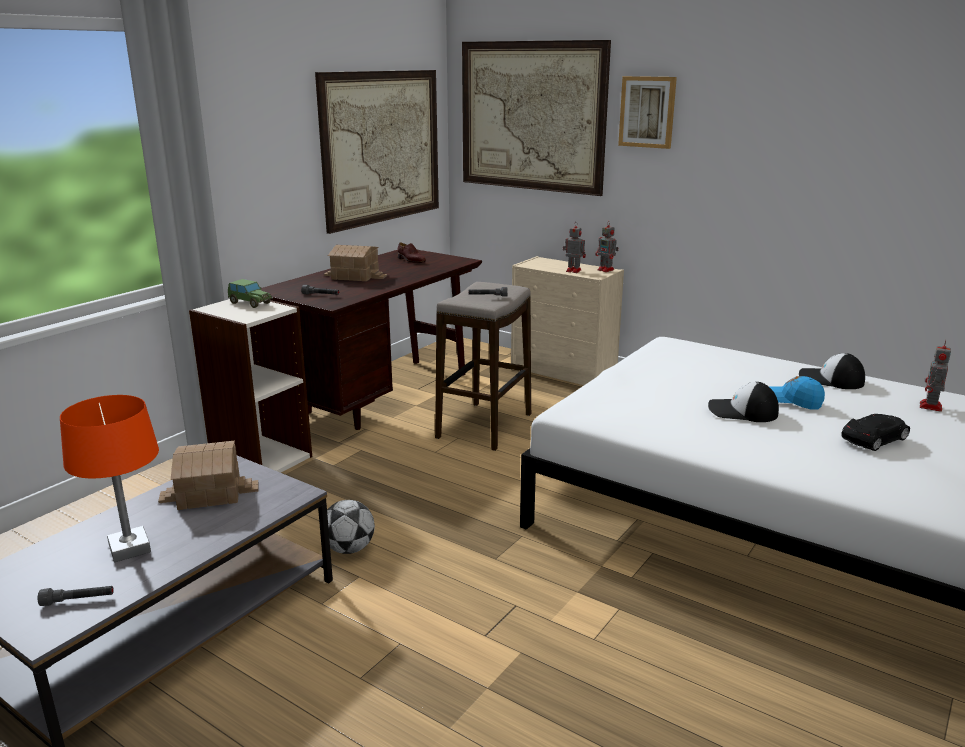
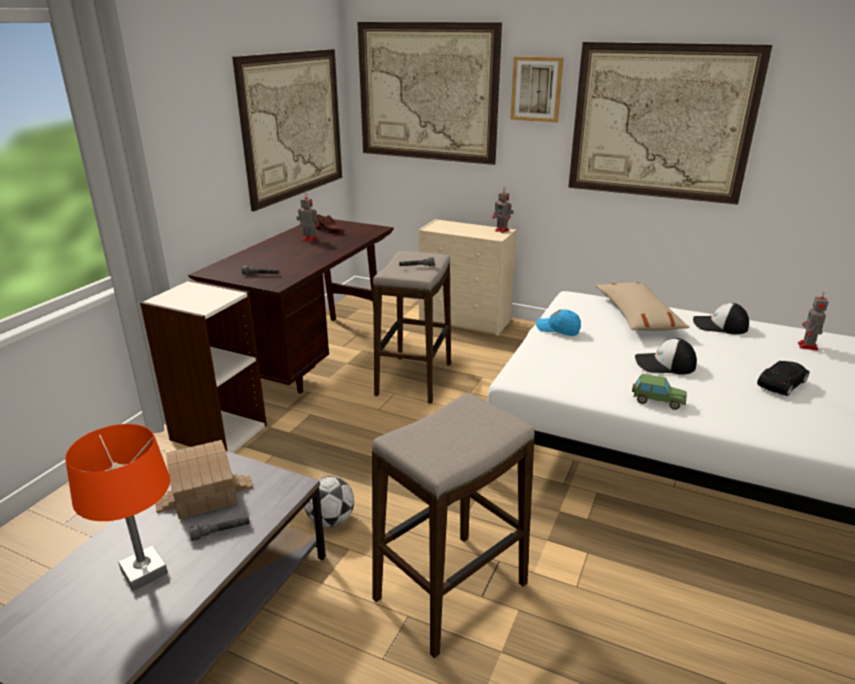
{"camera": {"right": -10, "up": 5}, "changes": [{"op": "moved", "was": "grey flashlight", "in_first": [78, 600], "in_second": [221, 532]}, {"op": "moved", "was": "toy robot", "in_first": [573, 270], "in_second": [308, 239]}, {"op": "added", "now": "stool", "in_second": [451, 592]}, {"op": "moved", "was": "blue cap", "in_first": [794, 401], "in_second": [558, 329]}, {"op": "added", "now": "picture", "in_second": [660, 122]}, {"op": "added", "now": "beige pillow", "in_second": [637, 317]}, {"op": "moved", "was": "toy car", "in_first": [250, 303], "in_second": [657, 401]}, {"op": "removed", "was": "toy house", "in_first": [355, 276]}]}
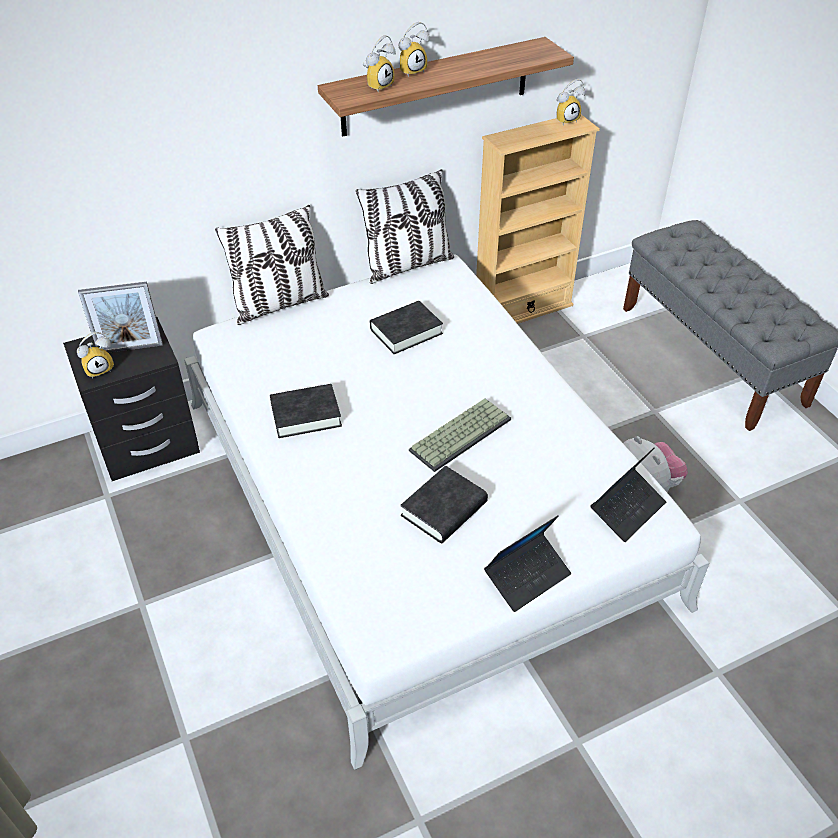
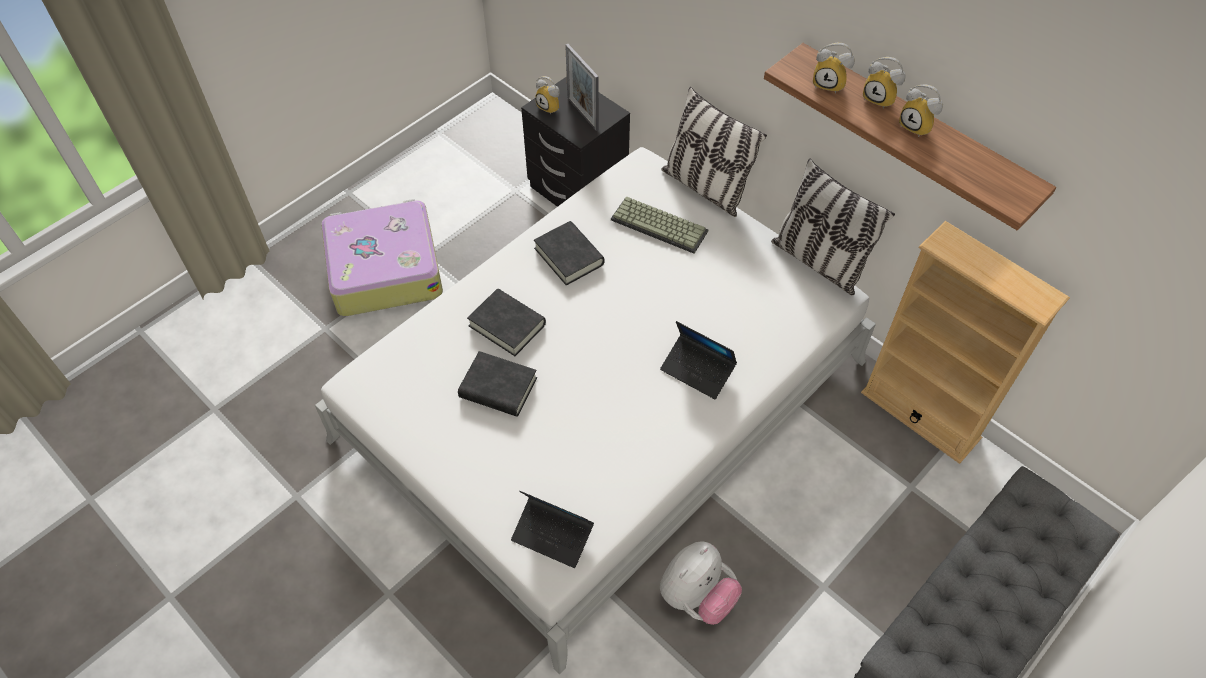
{"camera": {"right": 70, "up": 10}, "changes": [{"op": "added", "now": "suitcase", "in_second": [384, 268]}, {"op": "moved", "was": "black book", "in_first": [406, 331], "in_second": [507, 325]}, {"op": "moved", "was": "keyboard", "in_first": [460, 433], "in_second": [660, 225]}, {"op": "moved", "was": "laptop", "in_first": [527, 576], "in_second": [697, 370]}, {"op": "moved", "was": "alarm clock", "in_first": [566, 119], "in_second": [918, 126]}]}
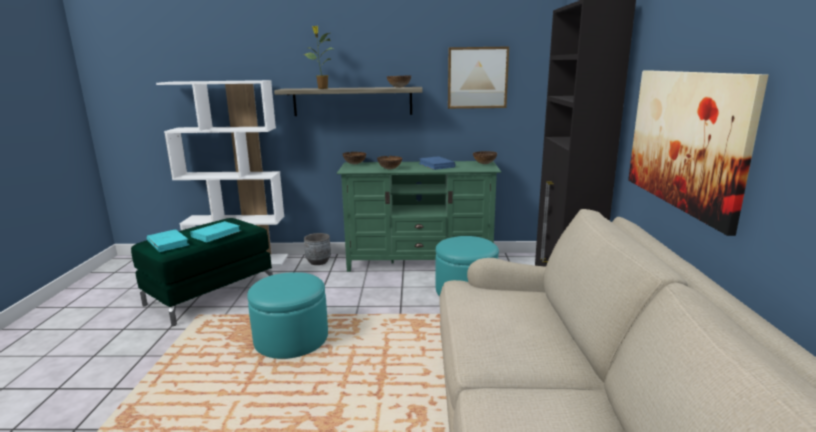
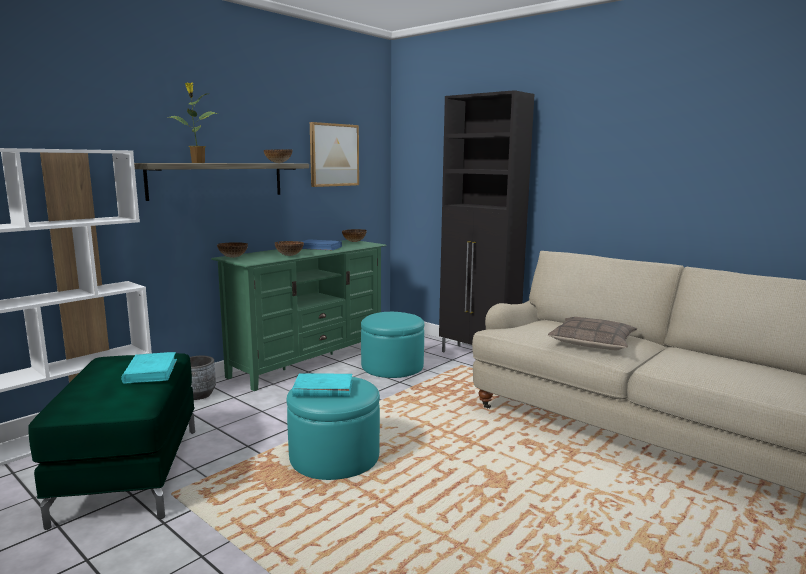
{"camera": {"right": -50, "up": -5}, "changes": [{"op": "moved", "was": "turquoise book", "in_first": [168, 243], "in_second": [322, 389]}, {"op": "added", "now": "pillow", "in_second": [592, 342]}, {"op": "removed", "was": "picture", "in_first": [685, 140]}]}
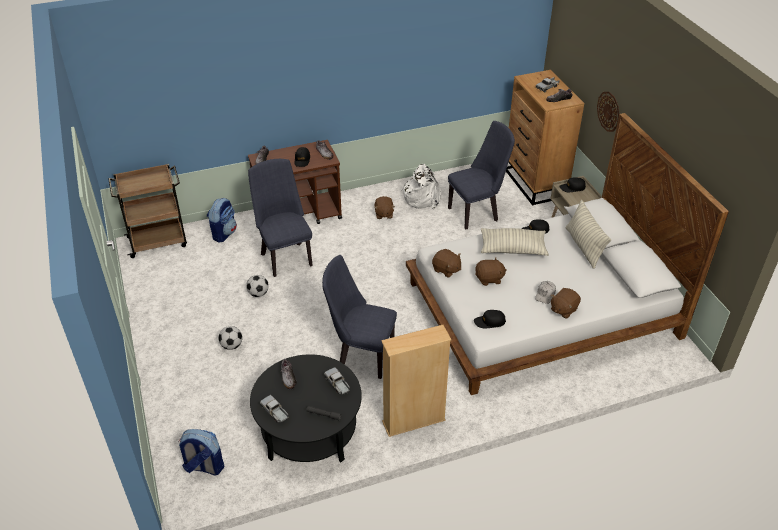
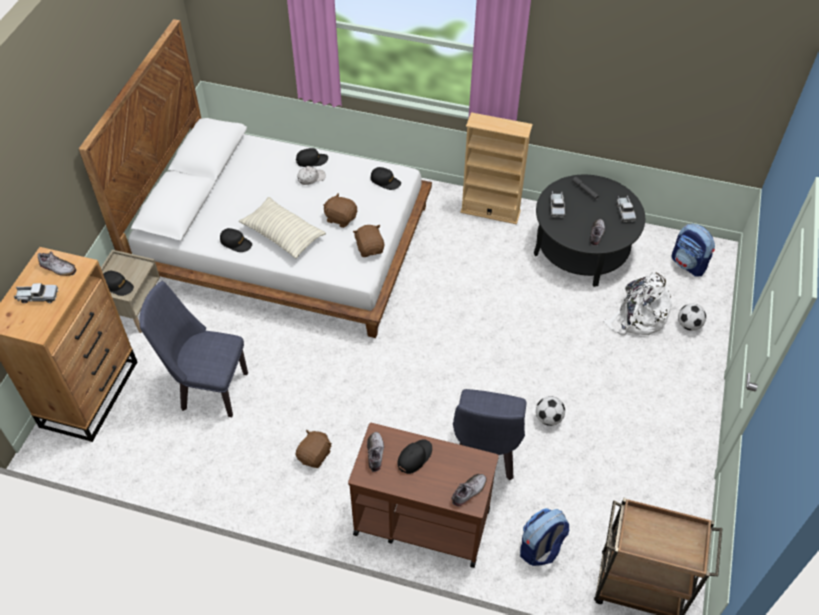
{"camera": {"right": -145, "up": 10}, "changes": [{"op": "replaced", "was": "brown plush toy", "now": "black cap", "in_first": [563, 309], "in_second": [312, 160]}, {"op": "moved", "was": "white backpack", "in_first": [422, 197], "in_second": [638, 317]}, {"op": "moved", "was": "football", "in_first": [231, 345], "in_second": [688, 325]}, {"op": "removed", "was": "blue chair", "in_first": [361, 356]}, {"op": "removed", "was": "pillow", "in_first": [584, 247]}, {"op": "removed", "was": "wall clock", "in_first": [608, 111]}]}
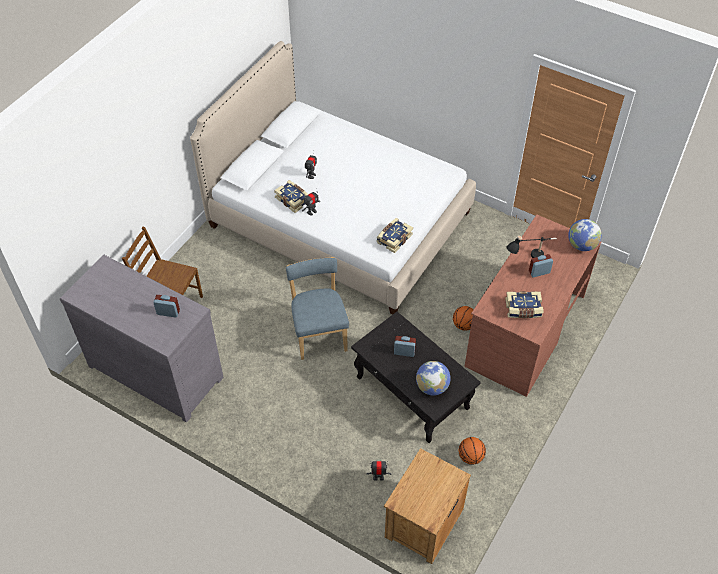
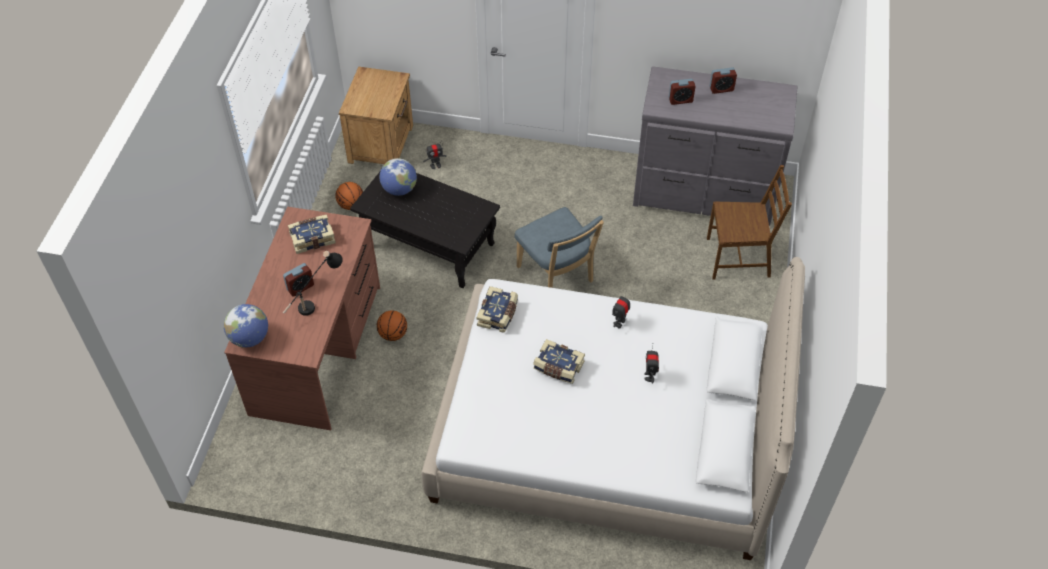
{"camera": {"right": 160, "up": 0}, "changes": [{"op": "moved", "was": "book", "in_first": [293, 200], "in_second": [558, 367]}, {"op": "moved", "was": "alarm clock", "in_first": [404, 352], "in_second": [721, 89]}]}
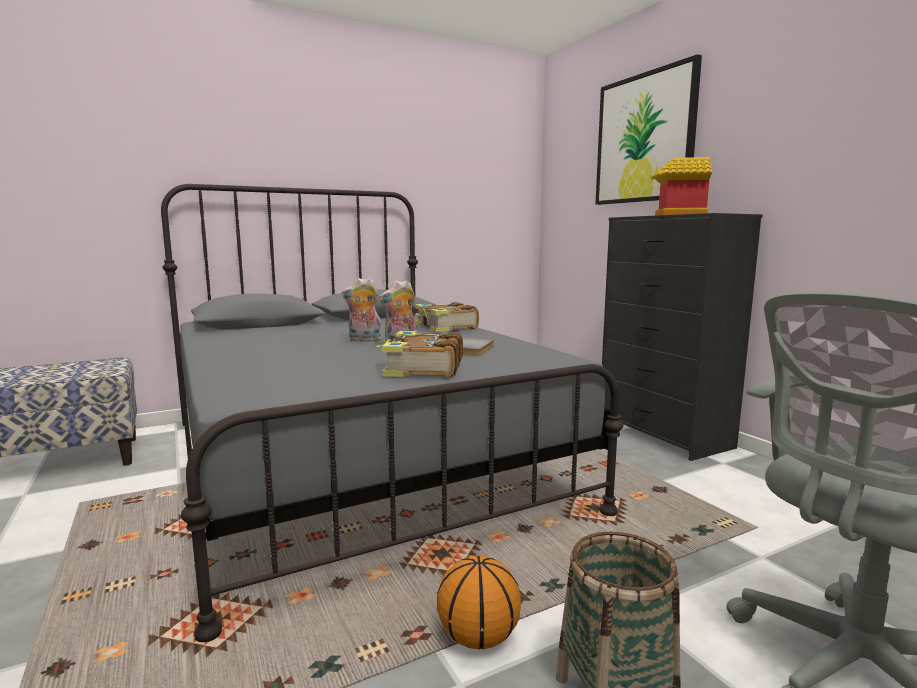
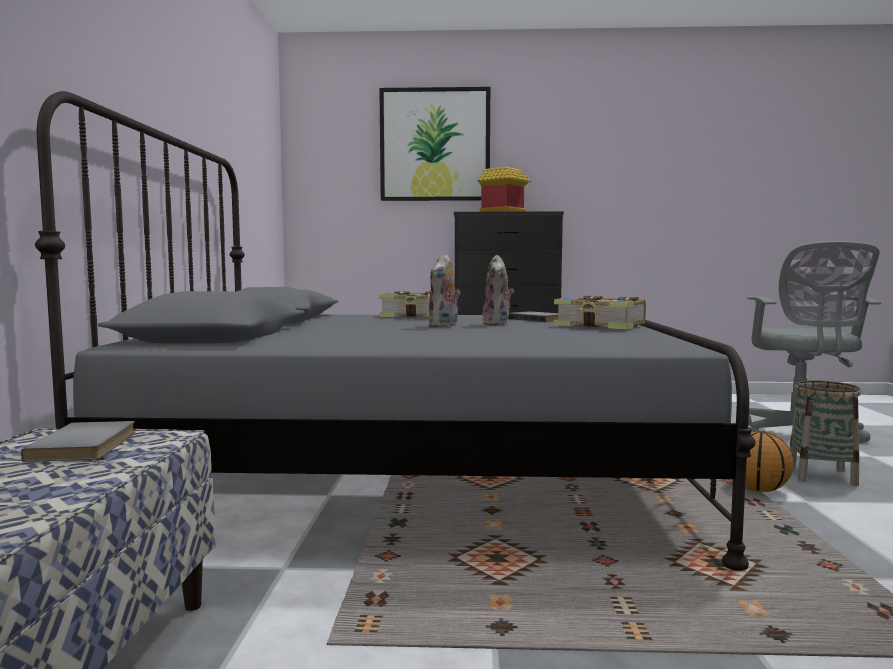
{"camera": {"right": -60, "up": -5}, "changes": [{"op": "added", "now": "grey book", "in_second": [88, 445]}]}
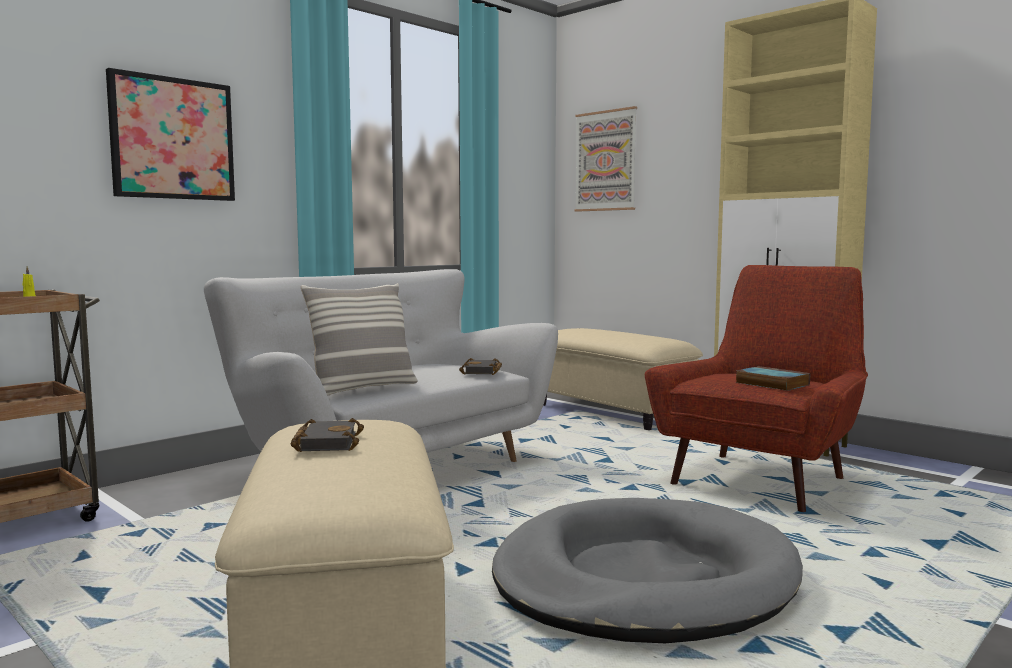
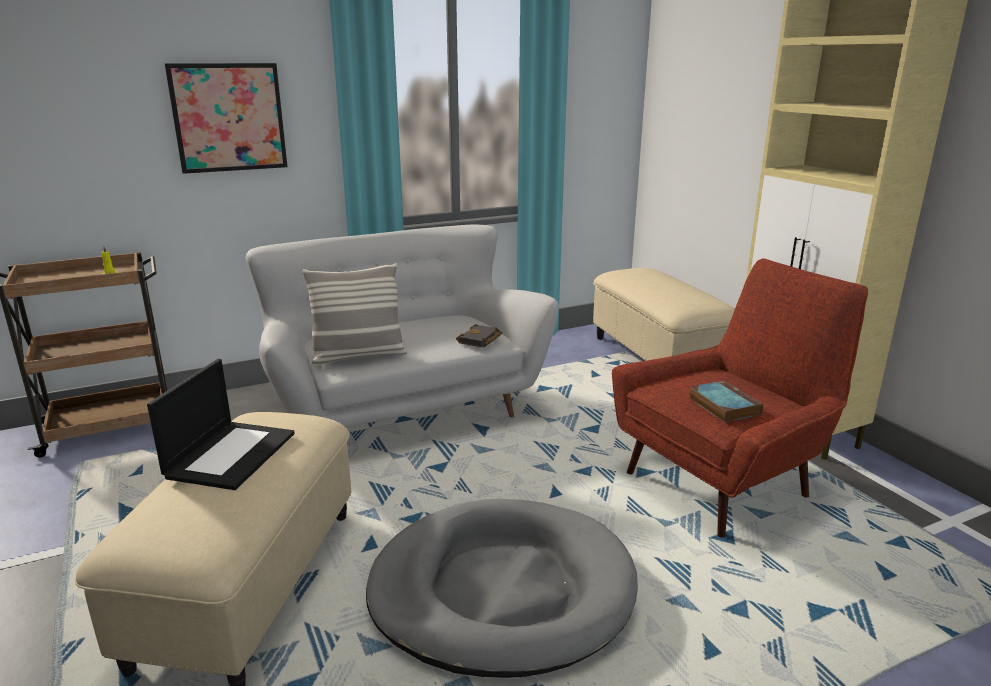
{"camera": {"right": 20, "up": 15}, "changes": [{"op": "replaced", "was": "black book", "now": "laptop", "in_first": [326, 442], "in_second": [231, 454]}, {"op": "removed", "was": "picture", "in_first": [606, 161]}]}
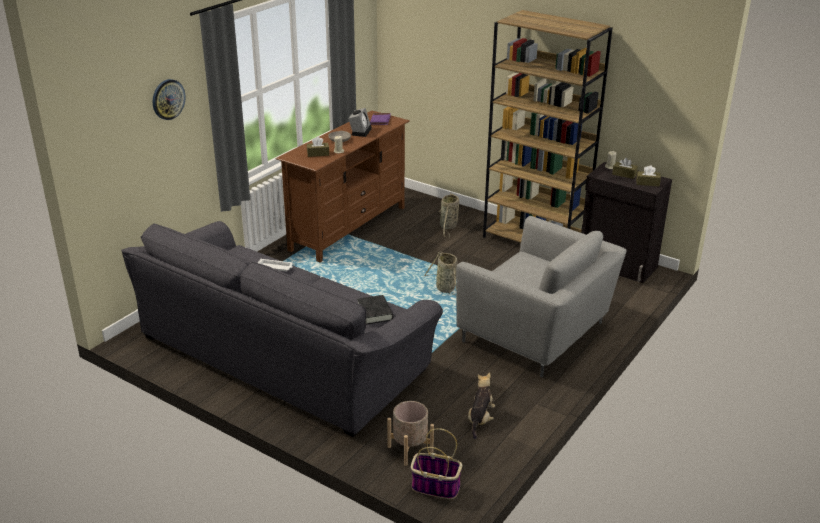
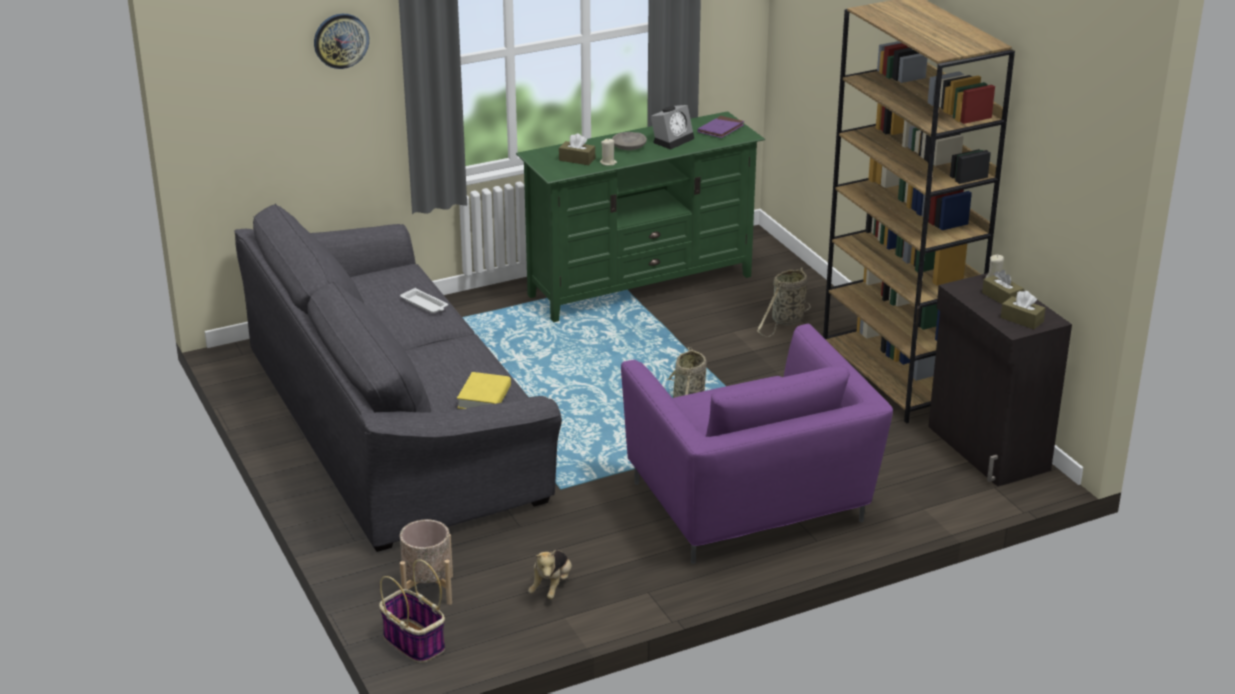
{"camera": {"right": 30, "up": 0}, "changes": [{"op": "recoloured", "was": "black book", "now": "yellow book", "in_first": [375, 313], "in_second": [484, 397]}, {"op": "recoloured", "was": "brown tv stand", "now": "green tv stand", "in_first": [348, 228], "in_second": [640, 285]}, {"op": "turned", "was": "plush toy", "in_first": [480, 419], "in_second": [551, 586], "clockwise": 150}, {"op": "recoloured", "was": "grey armchair", "now": "purple armchair", "in_first": [536, 333], "in_second": [749, 506]}]}
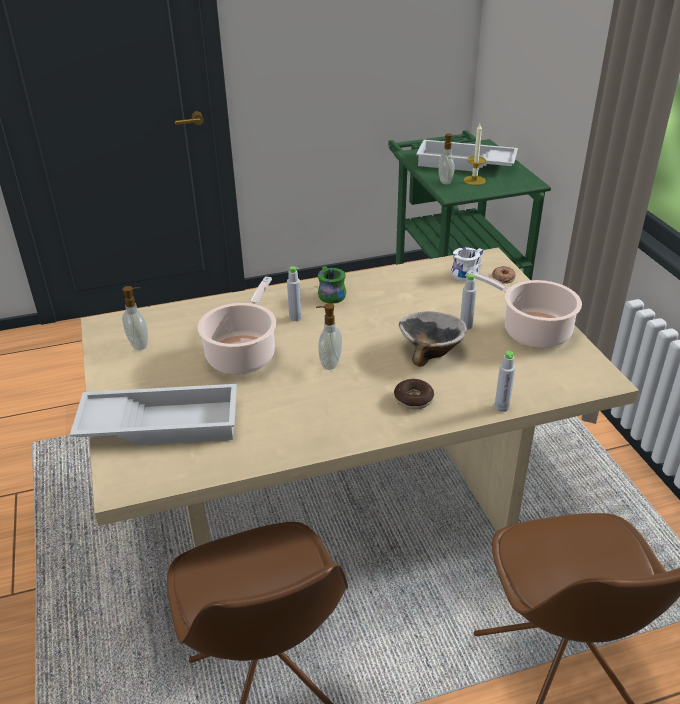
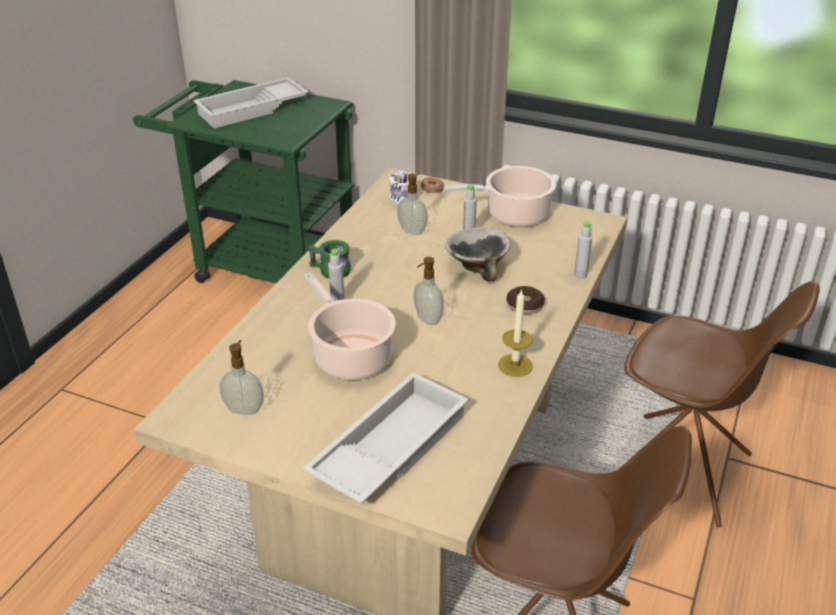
{"camera": {"right": -50, "up": 0}, "changes": [{"op": "moved", "was": "soap dispenser", "in_first": [446, 181], "in_second": [413, 230]}, {"op": "moved", "was": "candle", "in_first": [474, 180], "in_second": [515, 365]}]}
